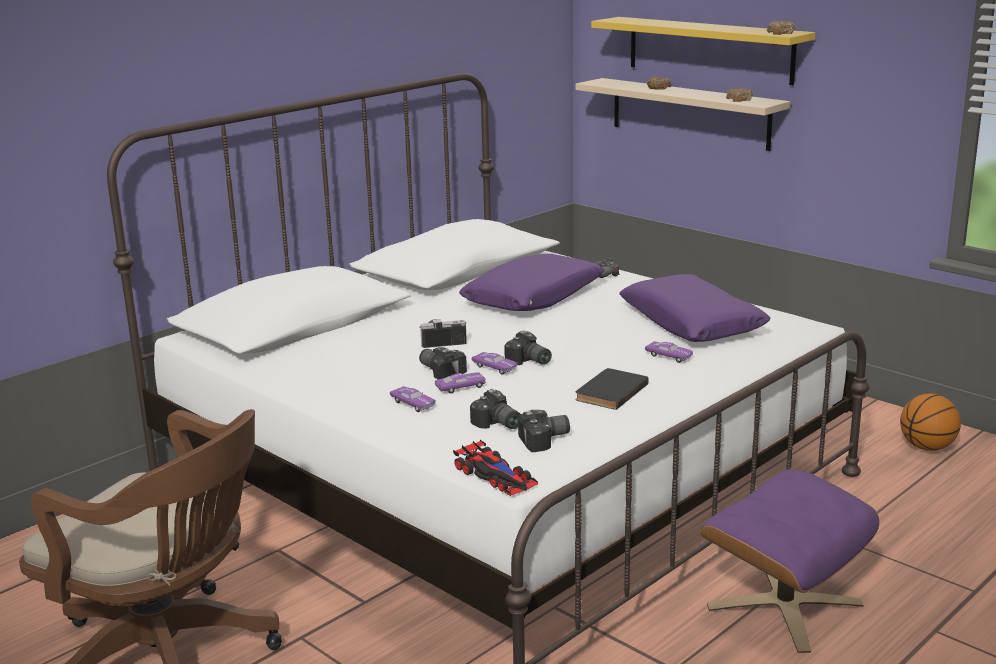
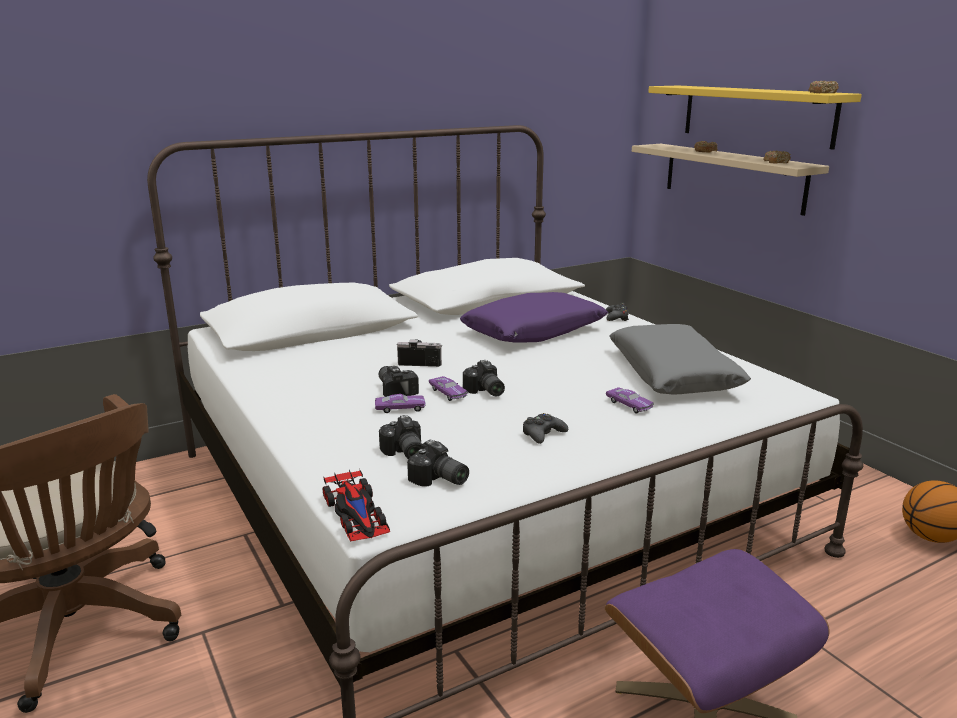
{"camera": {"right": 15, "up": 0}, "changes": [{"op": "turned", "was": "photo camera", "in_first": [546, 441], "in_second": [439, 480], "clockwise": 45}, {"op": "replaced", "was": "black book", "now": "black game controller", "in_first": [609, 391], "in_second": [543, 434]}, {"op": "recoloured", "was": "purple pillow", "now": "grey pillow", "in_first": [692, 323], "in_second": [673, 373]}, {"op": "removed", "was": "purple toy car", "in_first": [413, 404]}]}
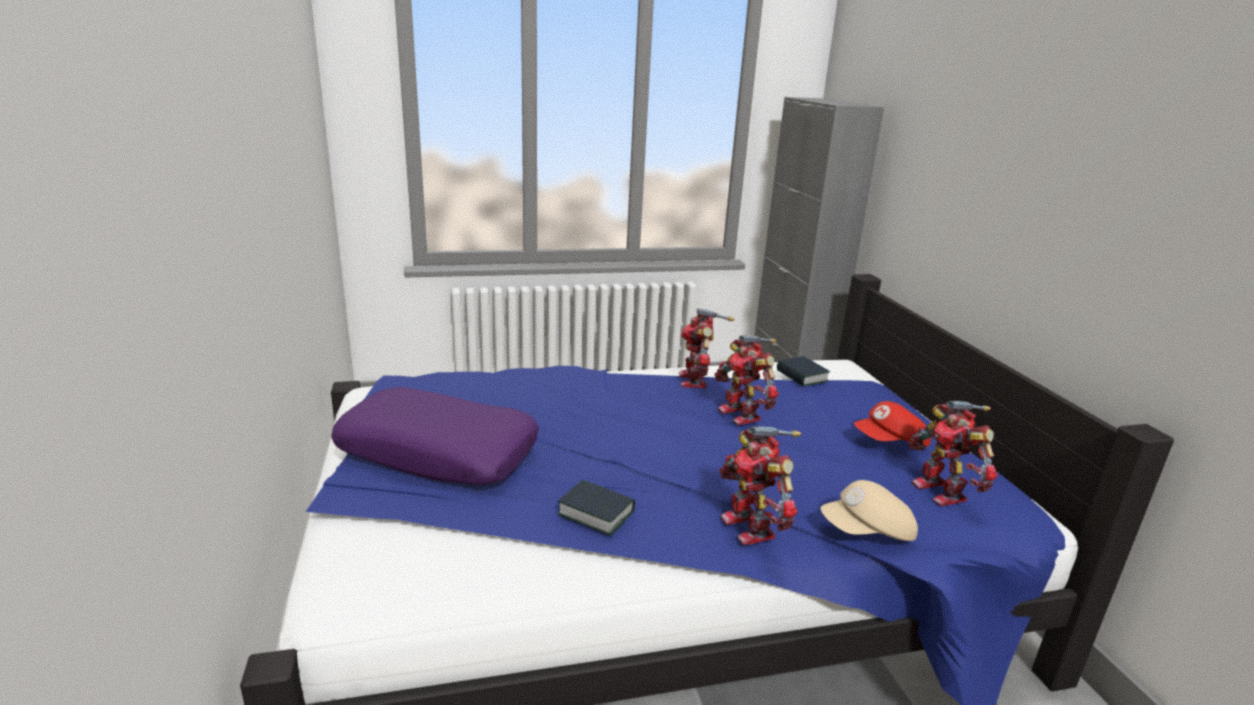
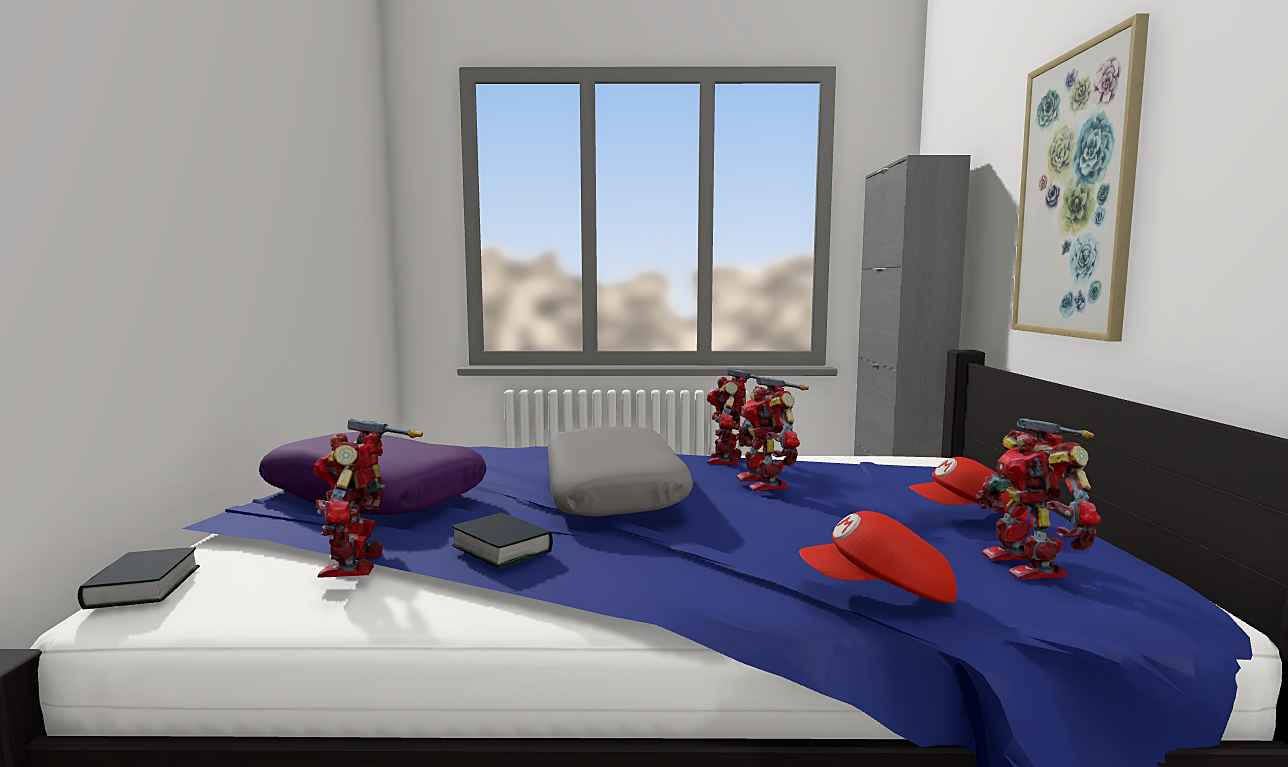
{"camera": {"right": 15, "up": -15}, "changes": [{"op": "moved", "was": "book", "in_first": [801, 376], "in_second": [143, 588]}, {"op": "moved", "was": "toy robot", "in_first": [751, 526], "in_second": [359, 563]}, {"op": "added", "now": "grey pillow", "in_second": [614, 492]}, {"op": "recoloured", "was": "beige cap", "now": "red cap", "in_first": [867, 532], "in_second": [879, 594]}, {"op": "added", "now": "picture", "in_second": [1077, 195]}]}
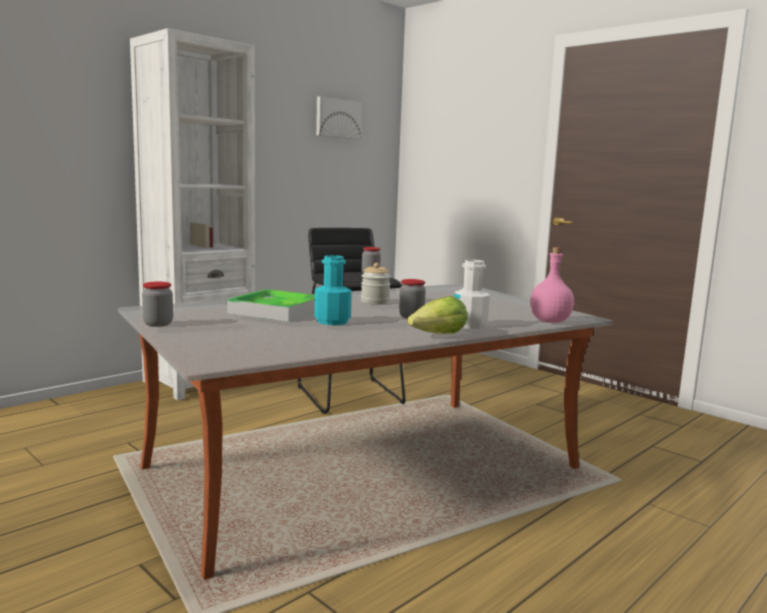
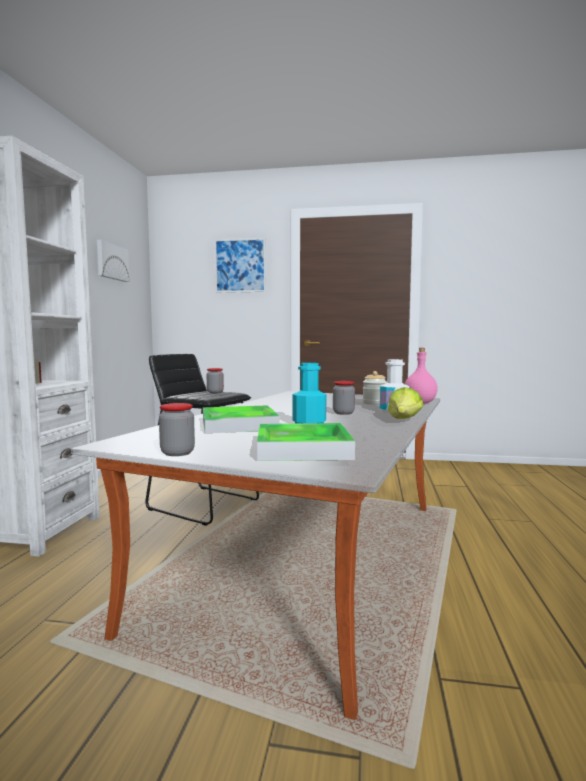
{"camera": {"right": -35, "up": -5}, "changes": [{"op": "added", "now": "picture", "in_second": [240, 265]}, {"op": "added", "now": "tray", "in_second": [303, 448]}, {"op": "moved", "was": "jar", "in_first": [375, 302], "in_second": [374, 403]}]}
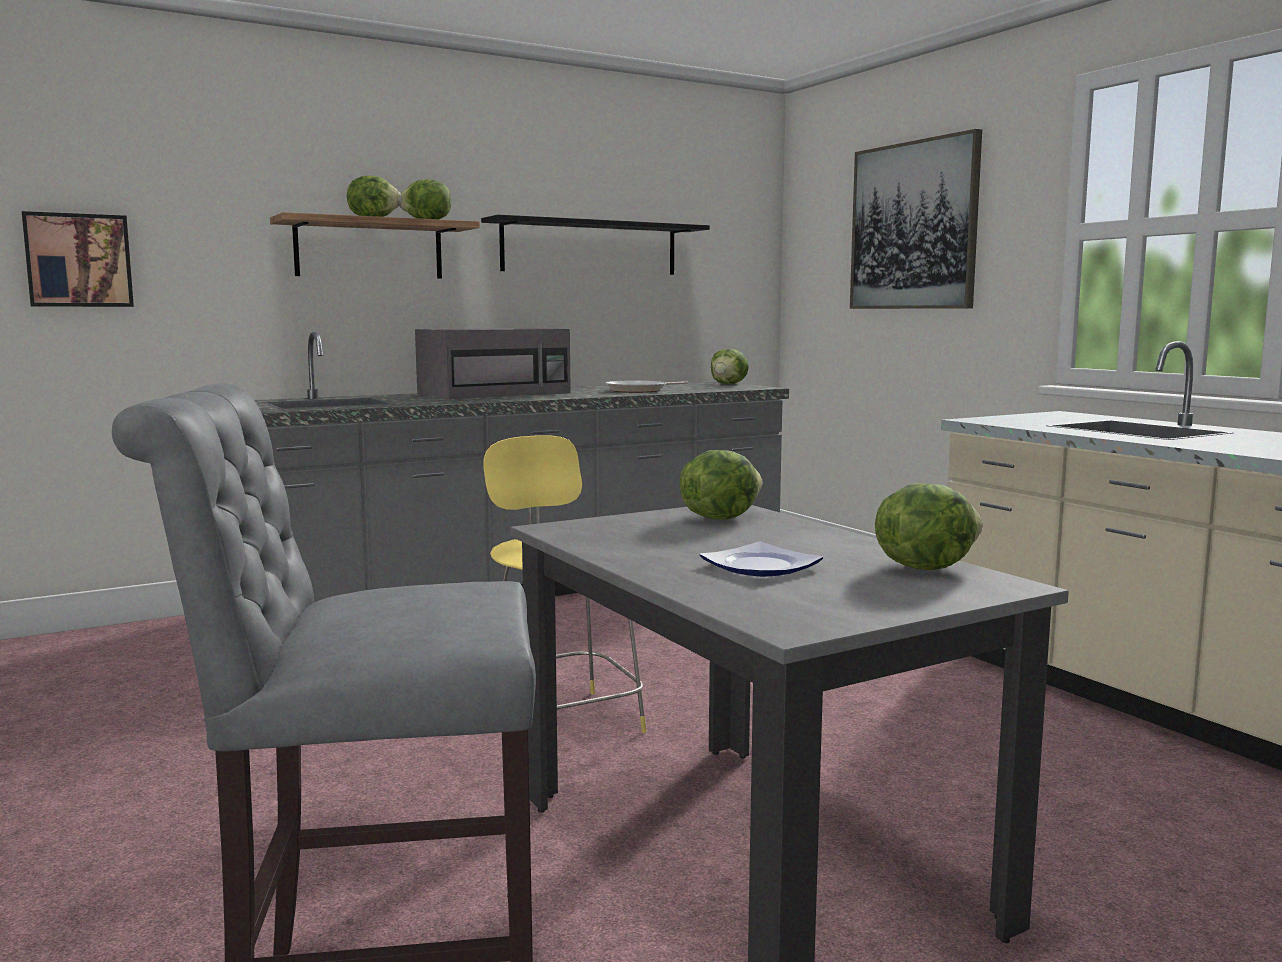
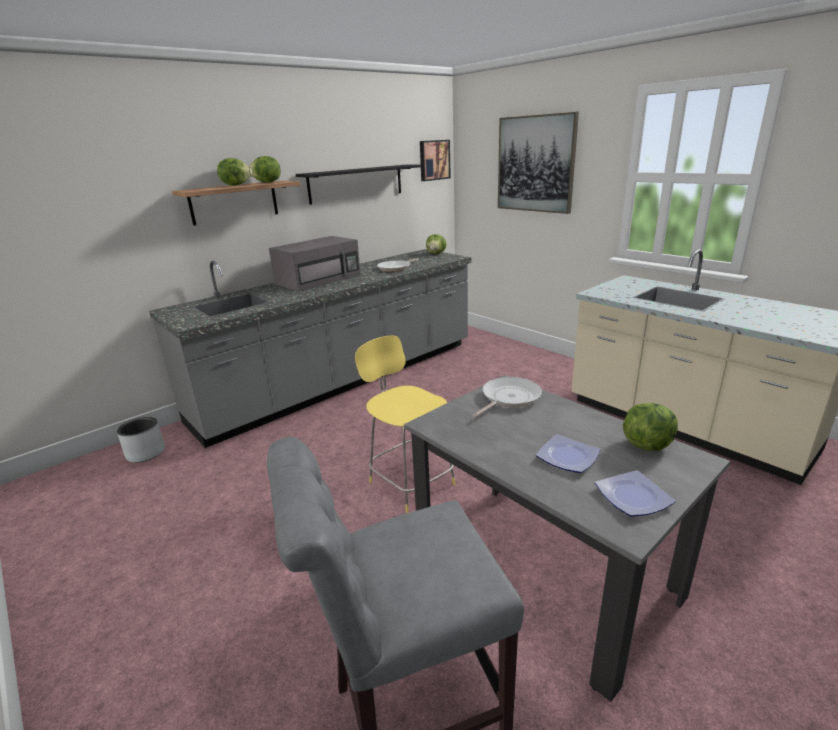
{"camera": {"right": -10, "up": 15}, "changes": [{"op": "added", "now": "grey planter", "in_second": [145, 453]}, {"op": "moved", "was": "picture", "in_first": [78, 260], "in_second": [434, 160]}, {"op": "replaced", "was": "lettuce", "now": "frying pan", "in_first": [719, 518], "in_second": [508, 398]}, {"op": "added", "now": "plate", "in_second": [634, 497]}]}
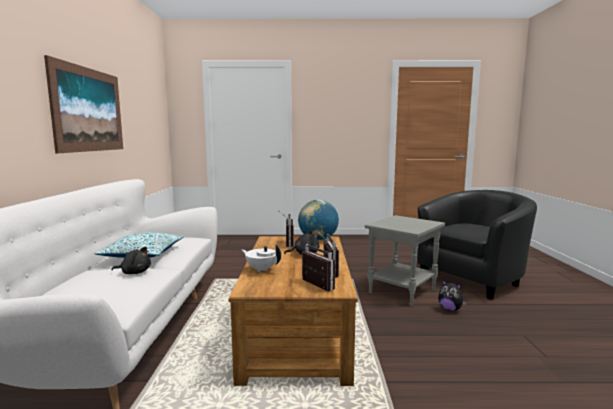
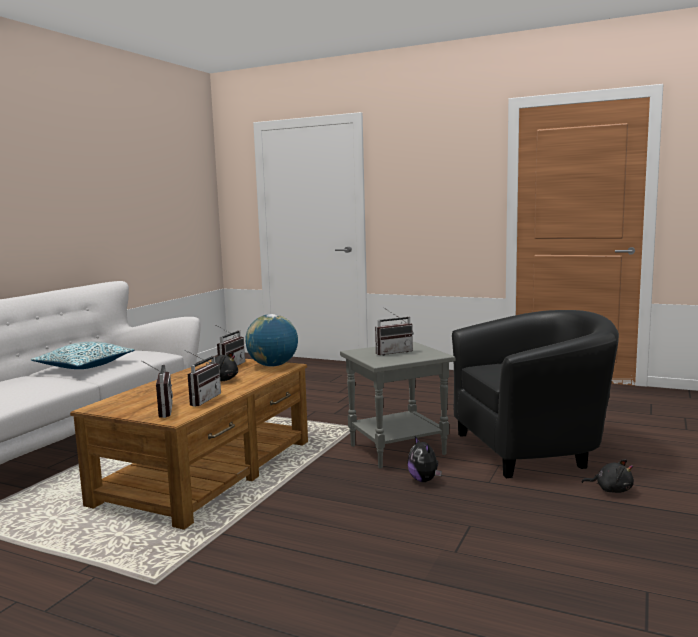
{"camera": {"right": 25, "up": 0}, "changes": [{"op": "added", "now": "radio", "in_second": [392, 352]}, {"op": "moved", "was": "black plush toy", "in_first": [134, 272], "in_second": [611, 490]}, {"op": "removed", "was": "picture", "in_first": [89, 110]}, {"op": "removed", "was": "white teapot", "in_first": [261, 269]}]}
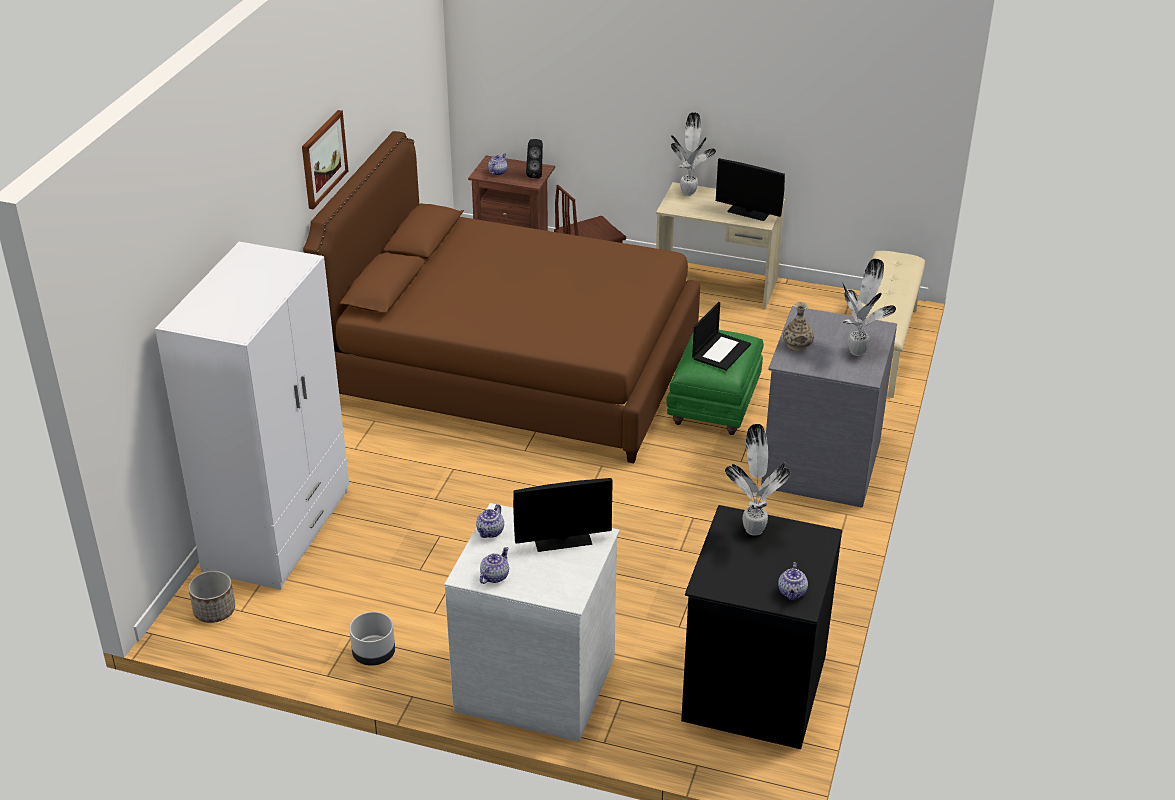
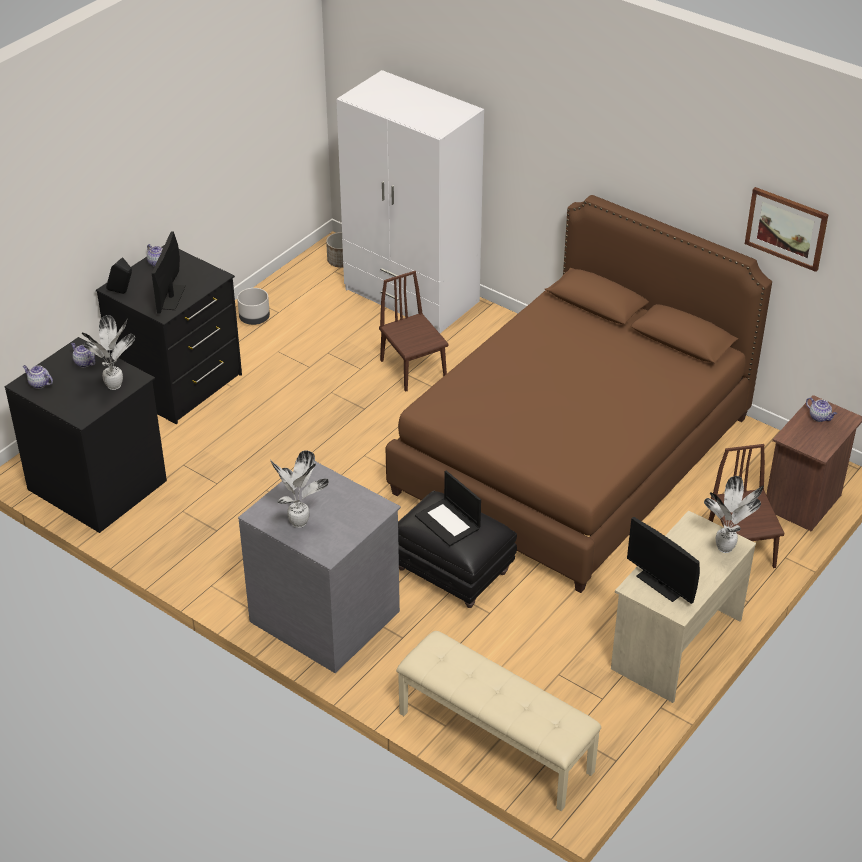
{"camera": {"right": 110, "up": 5}, "changes": [{"op": "moved", "was": "teapot", "in_first": [490, 532], "in_second": [84, 362]}, {"op": "recoloured", "was": "white dresser", "now": "black dresser", "in_first": [536, 681], "in_second": [179, 383]}, {"op": "moved", "was": "black speaker", "in_first": [536, 174], "in_second": [122, 293]}, {"op": "added", "now": "brown chair", "in_second": [413, 369]}, {"op": "recoloured", "was": "green ottoman", "now": "black ottoman", "in_first": [713, 404], "in_second": [453, 571]}, {"op": "turned", "was": "monitor", "in_first": [748, 212], "in_second": [661, 583], "clockwise": -90}, {"op": "moved", "was": "picture", "in_first": [323, 158], "in_second": [786, 228]}, {"op": "removed", "was": "vase", "in_first": [797, 345]}]}
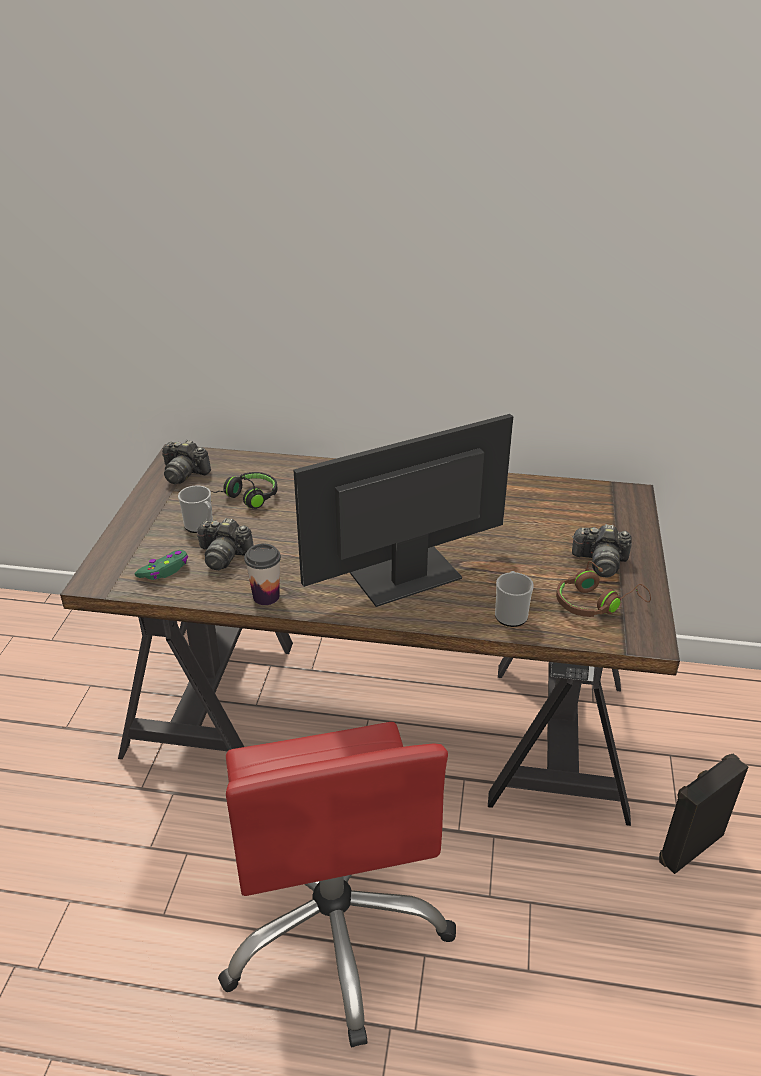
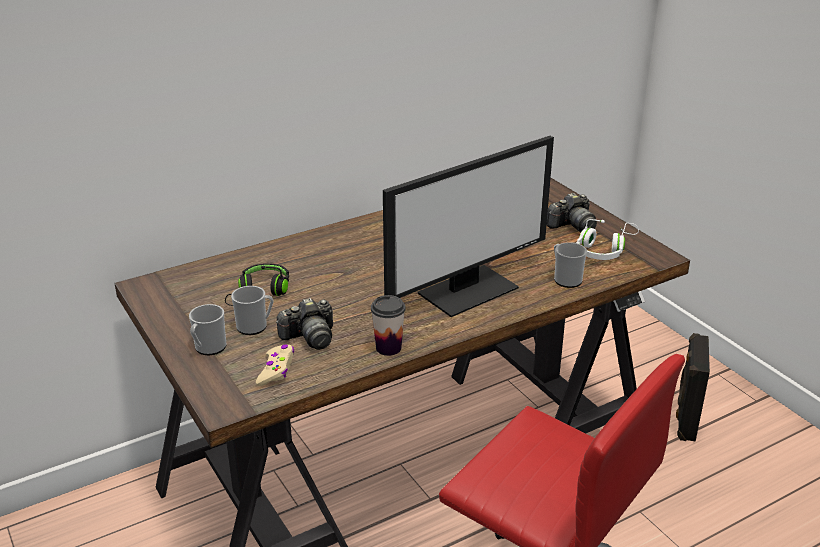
{"camera": {"right": -40, "up": -5}, "changes": [{"op": "added", "now": "mug", "in_second": [208, 348]}, {"op": "recoloured", "was": "green game controller", "now": "beige game controller", "in_first": [165, 570], "in_second": [276, 370]}, {"op": "turned", "was": "monitor", "in_first": [405, 577], "in_second": [467, 289], "clockwise": -150}, {"op": "recoloured", "was": "brown headphones", "now": "white headphones", "in_first": [596, 603], "in_second": [604, 250]}, {"op": "removed", "was": "photo camera", "in_first": [184, 473]}]}
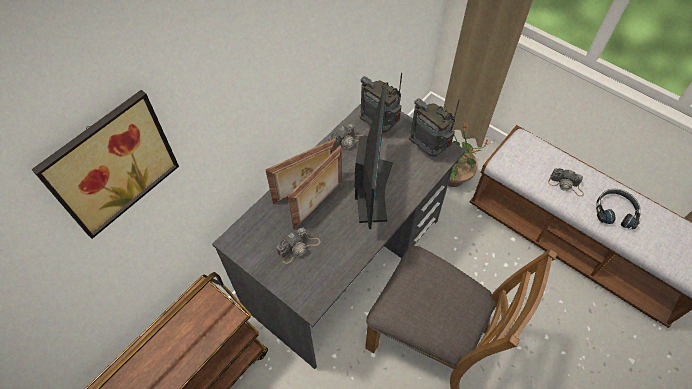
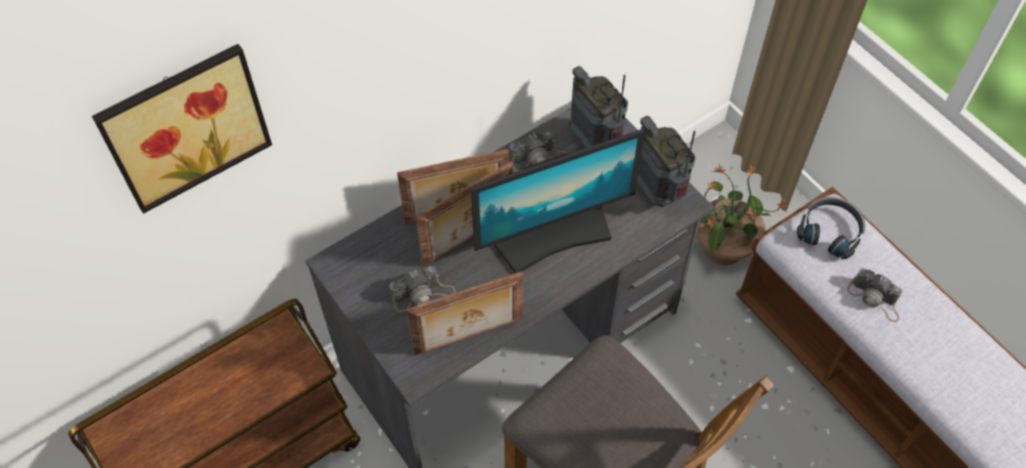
{"camera": {"right": 15, "up": 0}, "changes": [{"op": "added", "now": "picture frame", "in_second": [469, 337]}, {"op": "turned", "was": "monitor", "in_first": [372, 190], "in_second": [553, 236], "clockwise": 45}, {"op": "moved", "was": "black headphones", "in_first": [615, 211], "in_second": [830, 231]}]}
